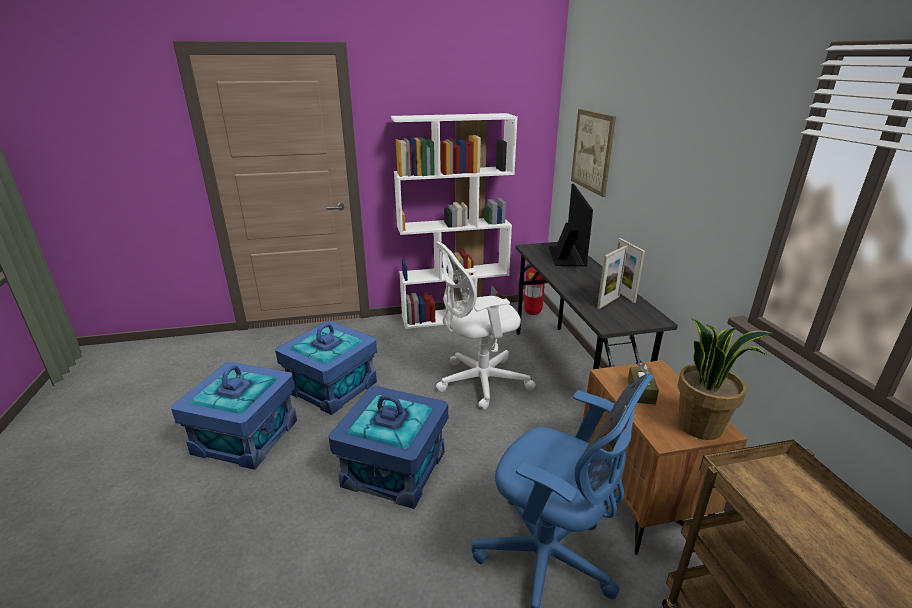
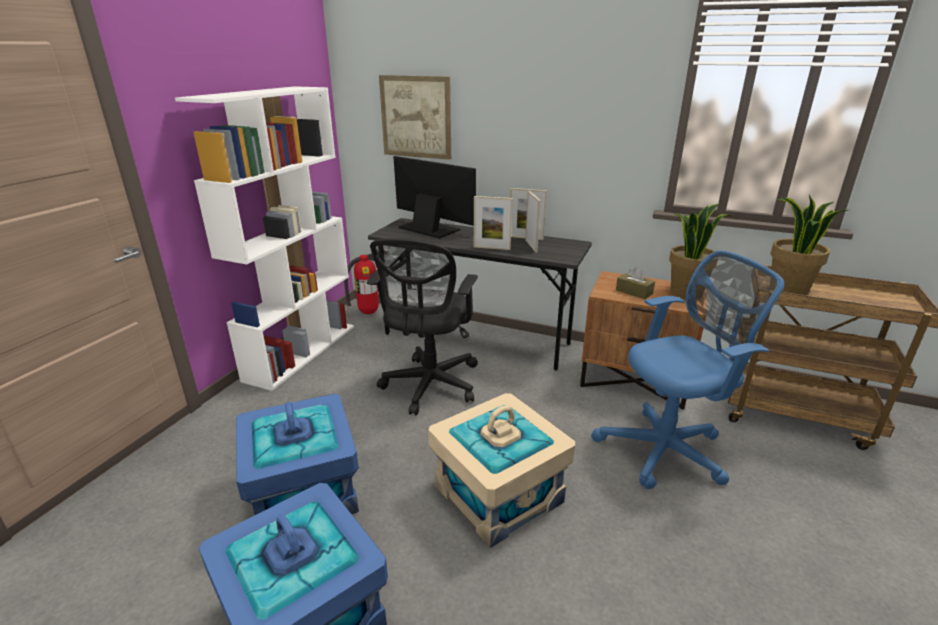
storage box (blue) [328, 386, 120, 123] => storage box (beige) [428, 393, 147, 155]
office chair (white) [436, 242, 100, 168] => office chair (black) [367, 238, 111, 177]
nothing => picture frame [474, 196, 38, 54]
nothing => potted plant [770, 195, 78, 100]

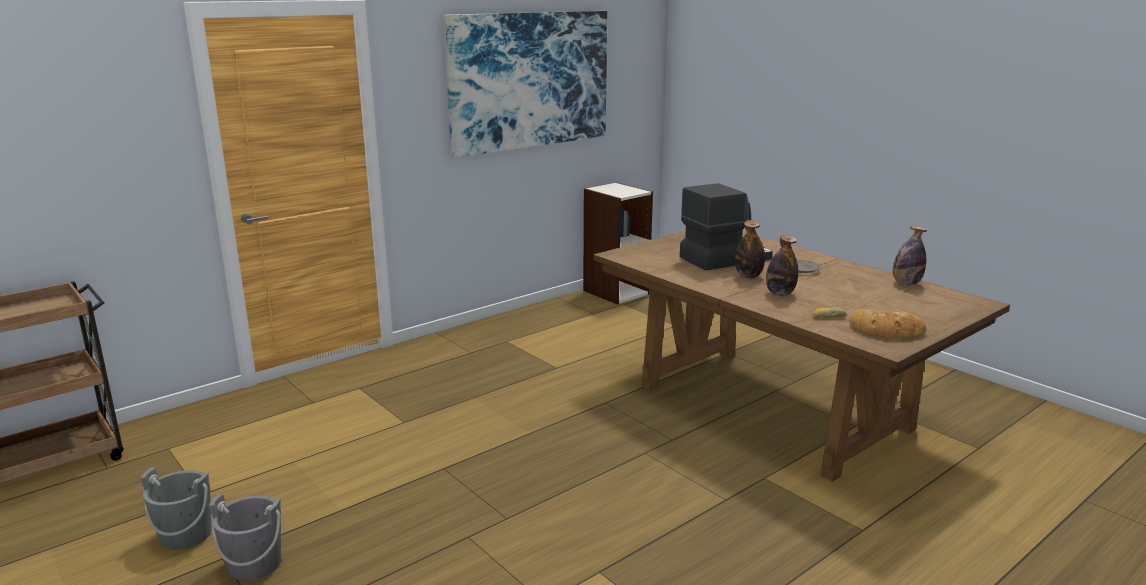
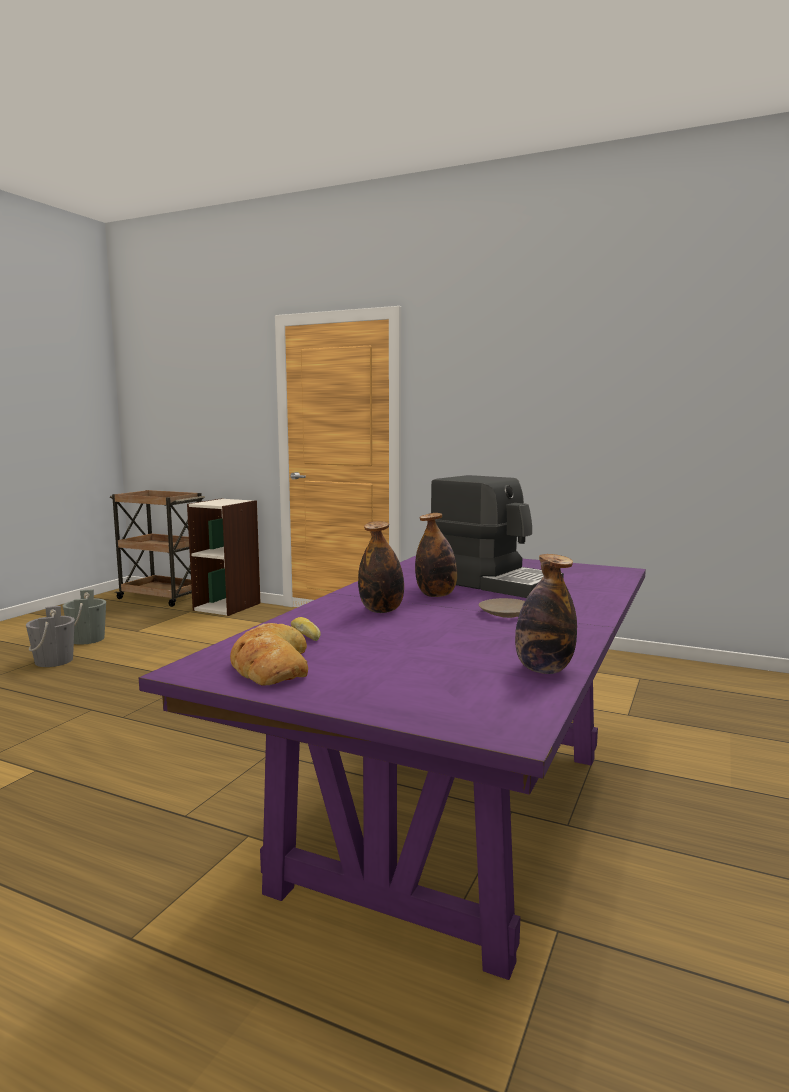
picture [444, 11, 163, 147] => nothing
bookcase [583, 182, 70, 122] => bookcase [187, 498, 74, 118], shifted
dining table (brown) [593, 231, 417, 251] => dining table (purple) [139, 556, 507, 424]

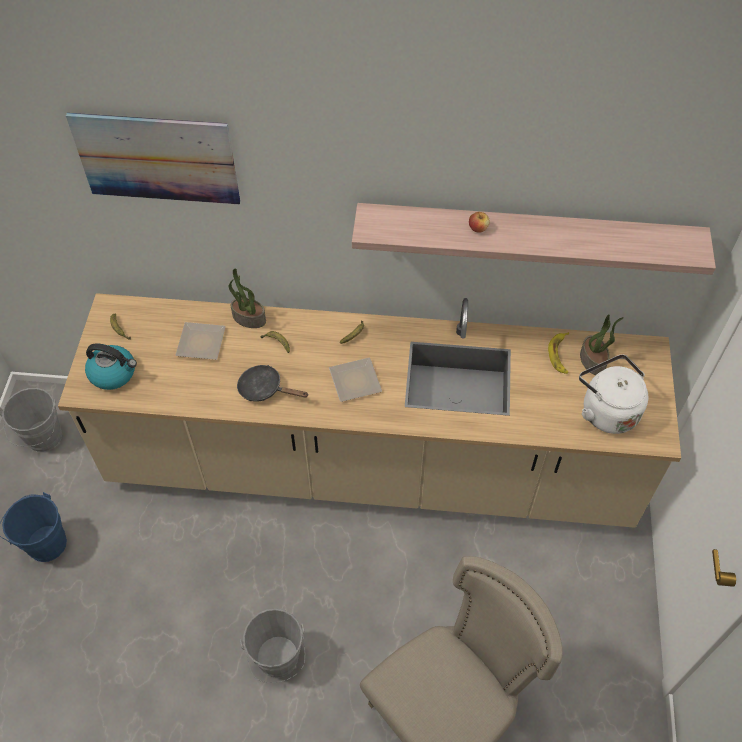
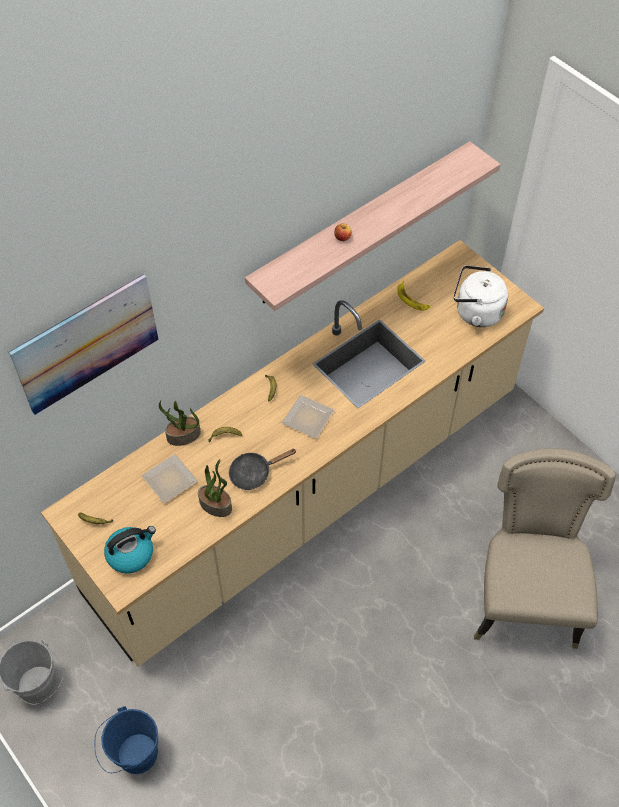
bucket (grey) [240, 609, 65, 74] => nothing
potted plant [580, 315, 44, 60] => potted plant [198, 459, 34, 58], shifted

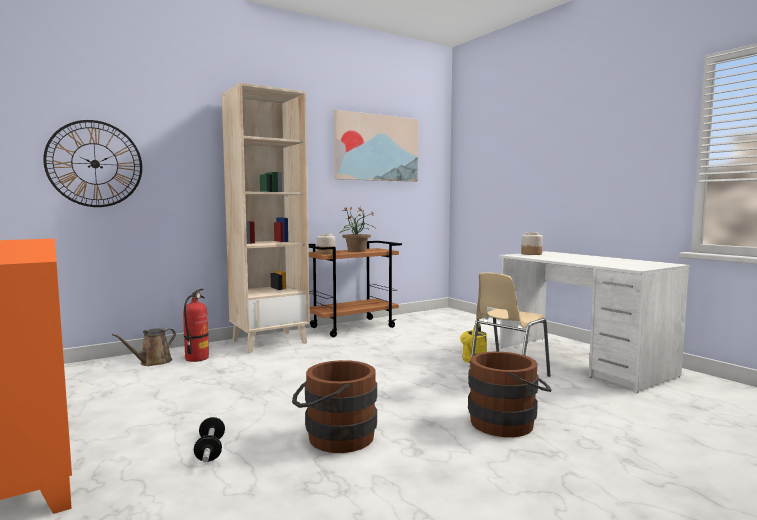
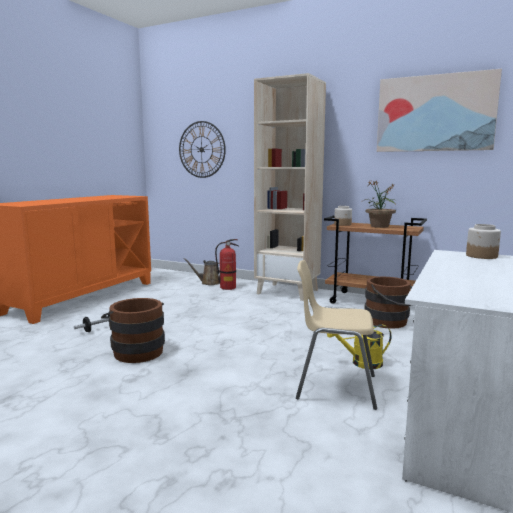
bucket (brown) [468, 352, 83, 85] => bucket (brown) [364, 276, 48, 53], shifted

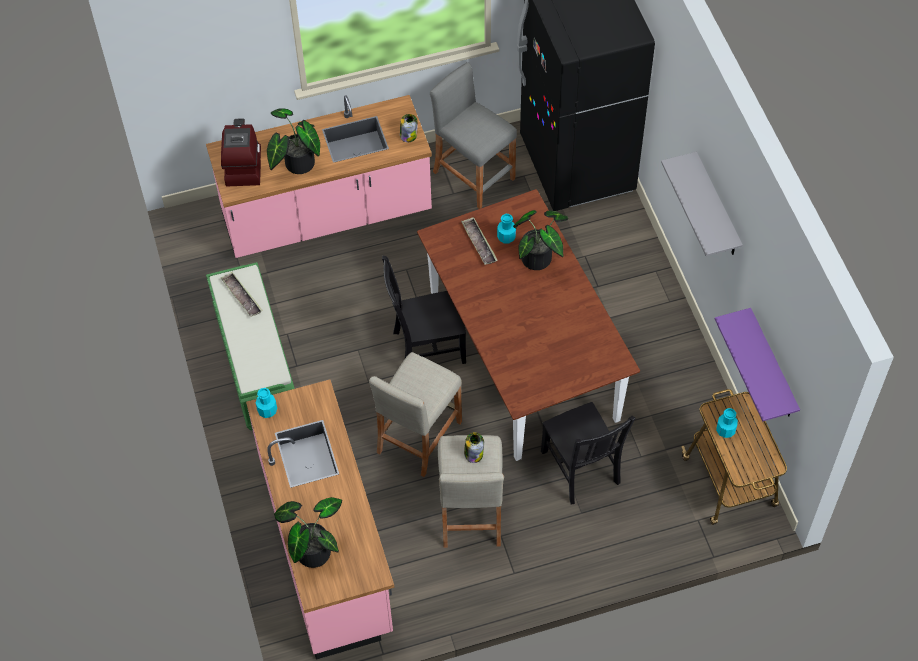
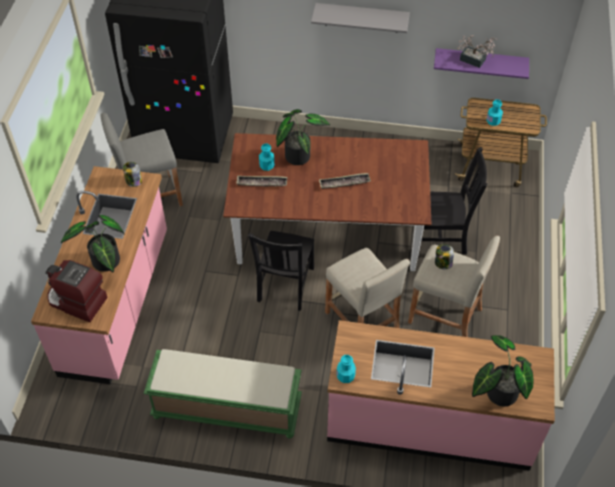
tray [221, 272, 42, 45] => tray [319, 173, 52, 16], shifted
nothing => potted plant [457, 35, 41, 33]

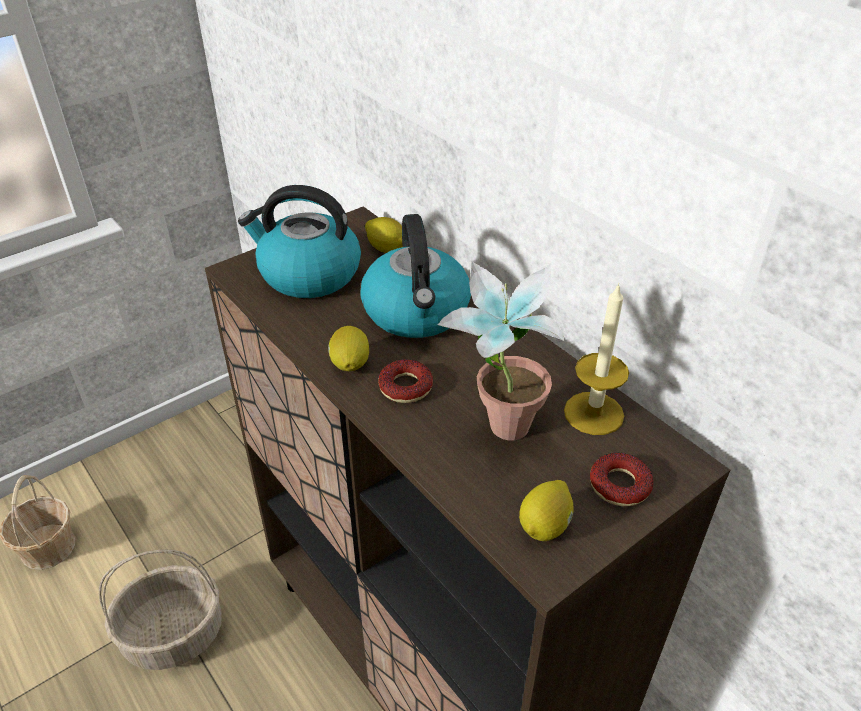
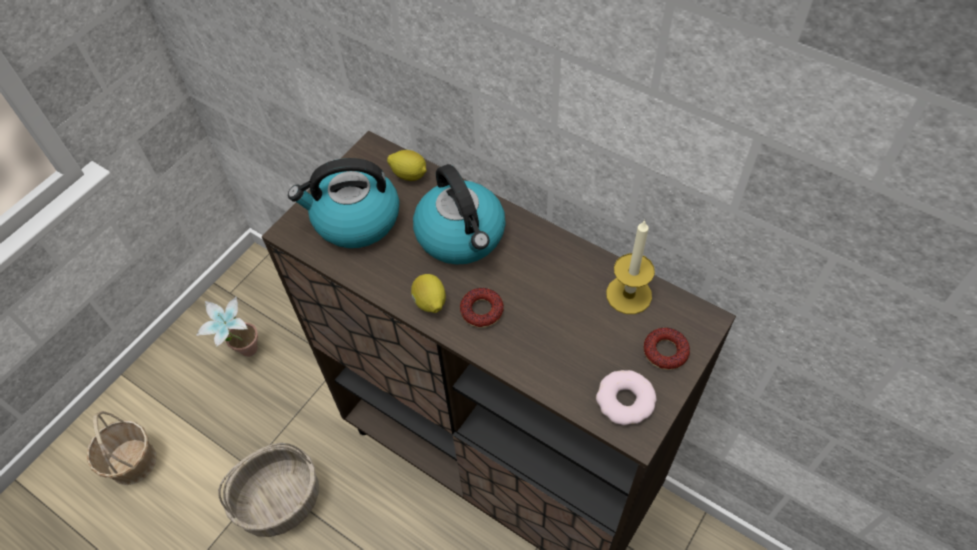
potted plant [438, 261, 126, 179] => potted plant [196, 297, 62, 60], shifted
lemon [519, 480, 55, 61] => donut [596, 370, 60, 55]

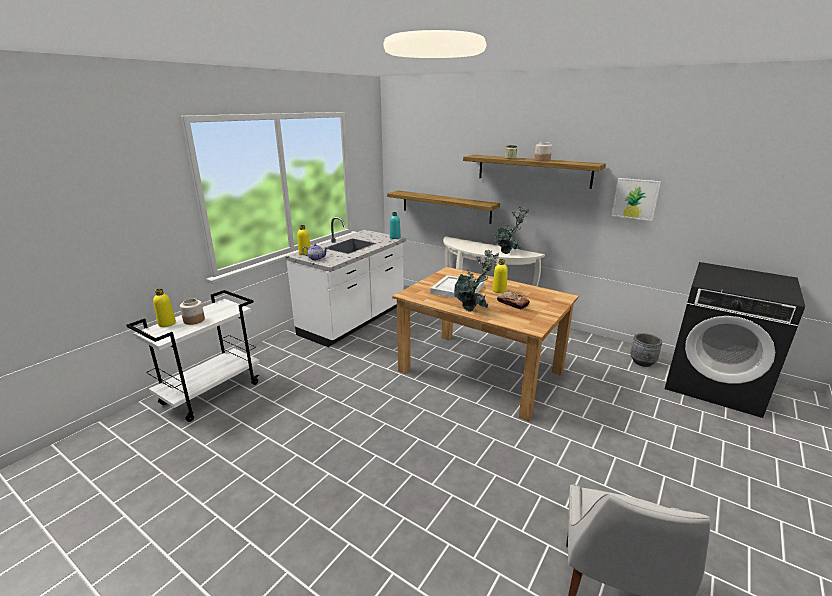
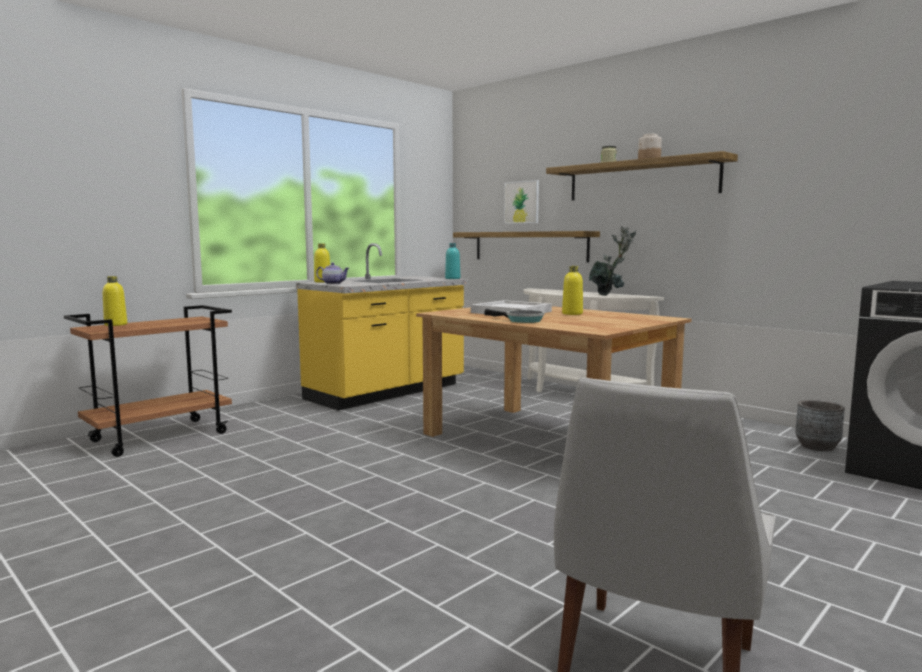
cart (white) [126, 290, 134, 132] => cart (brown) [64, 305, 168, 152]
jar [180, 298, 25, 27] => nothing
counter (white) [285, 217, 121, 130] => counter (yellow) [296, 243, 172, 167]
potted plant [454, 249, 45, 63] => frying pan [485, 309, 60, 14]
bread [497, 291, 33, 18] => nothing
picture [612, 178, 49, 43] => picture [504, 180, 35, 44], shifted

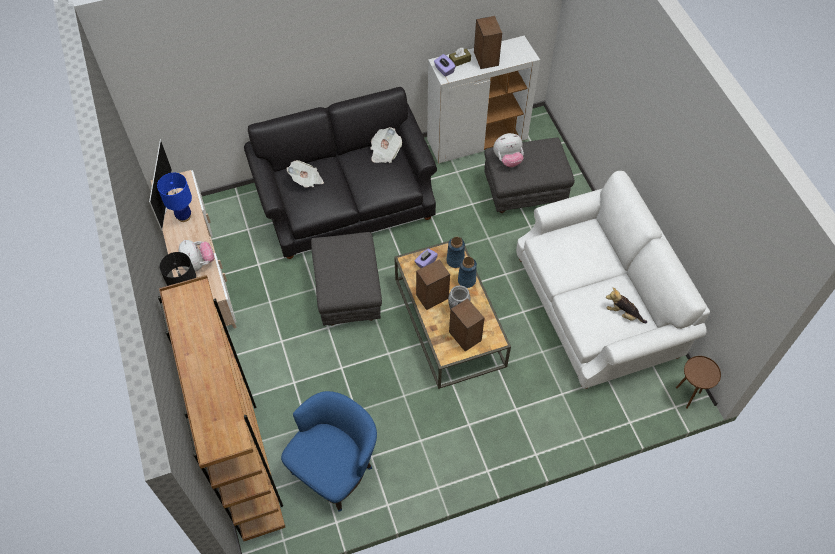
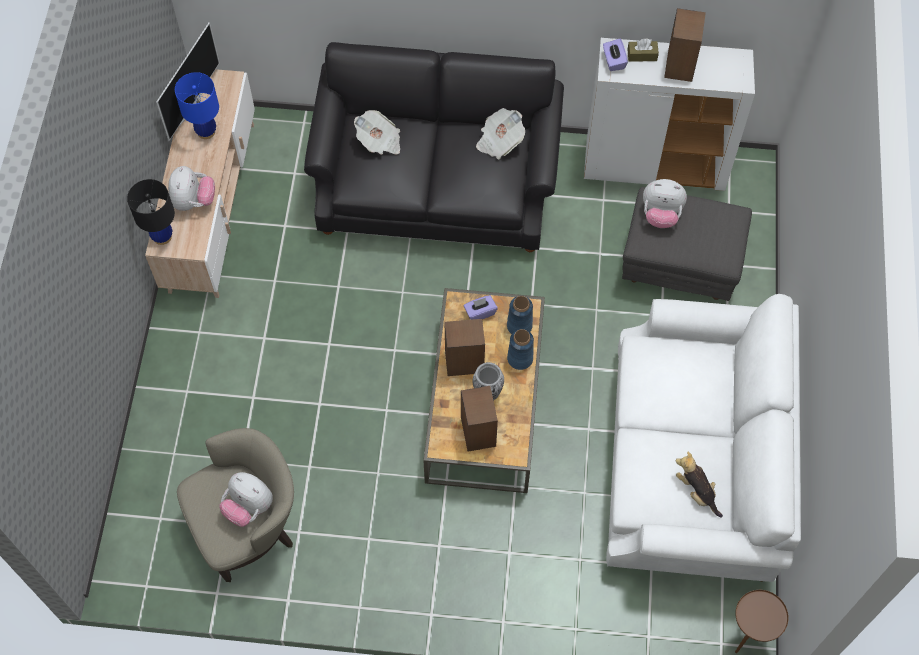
bookcase (brown) [158, 275, 127, 266] => nothing
armchair (blue) [281, 391, 96, 121] => armchair (beige) [177, 428, 117, 154]
ottoman (grey) [311, 232, 71, 94] => nothing
nothing => plush toy [219, 472, 54, 55]

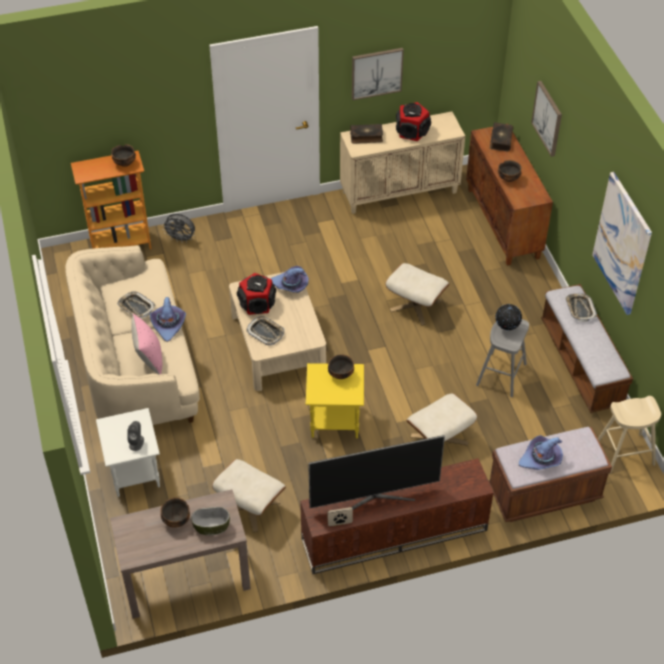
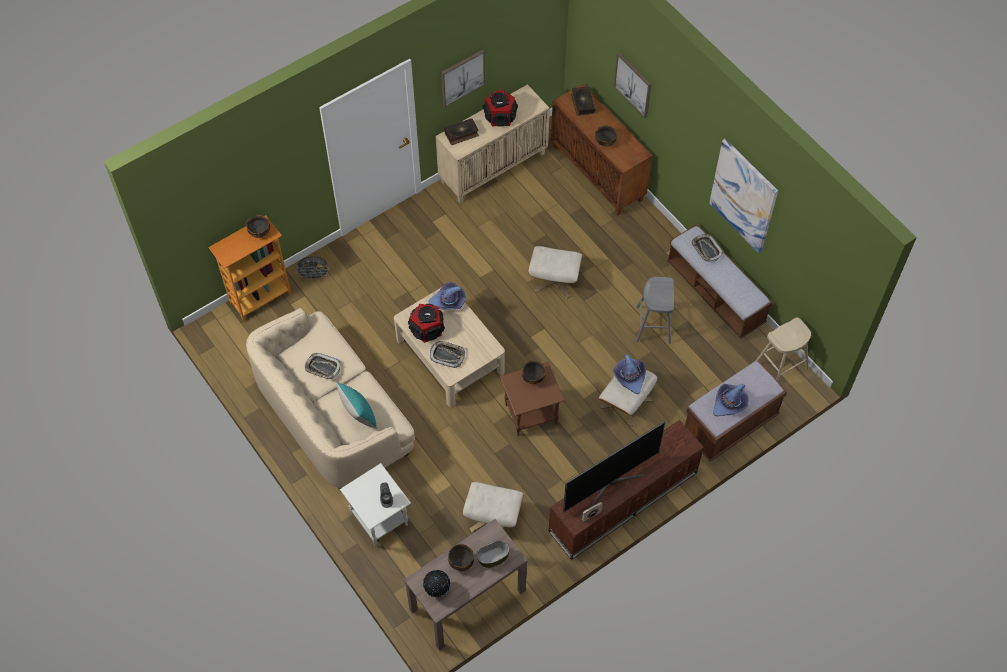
pillow (pink) [131, 313, 31, 62] => pillow (turquoise) [337, 382, 40, 46]
hat (purple) [150, 297, 36, 45] => hat (purple) [613, 354, 33, 40], shifted
side table (yellow) [306, 363, 58, 75] => side table (brown) [500, 362, 65, 74]
globe [495, 304, 27, 26] => globe [423, 570, 27, 27], shifted

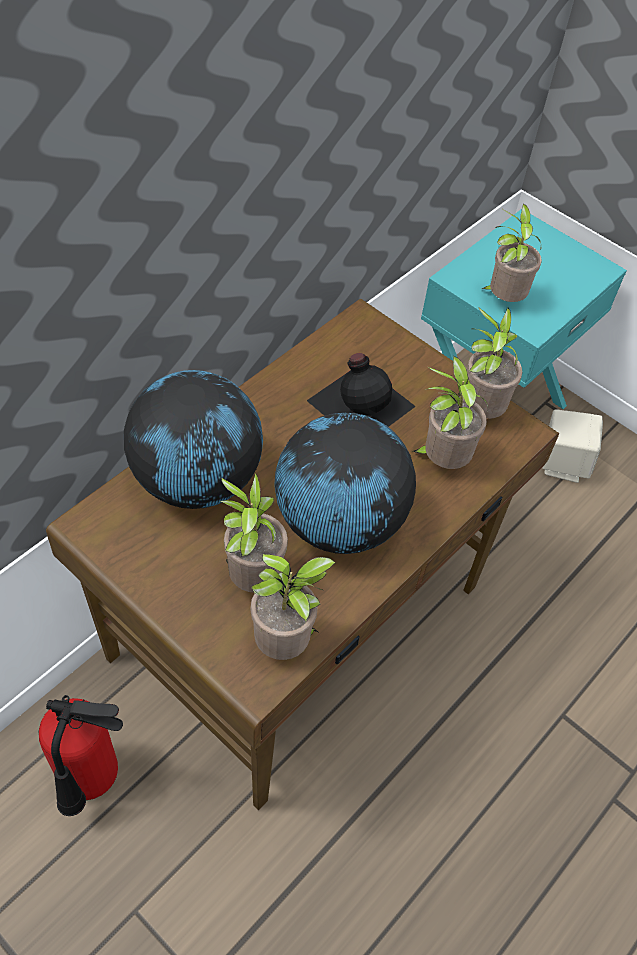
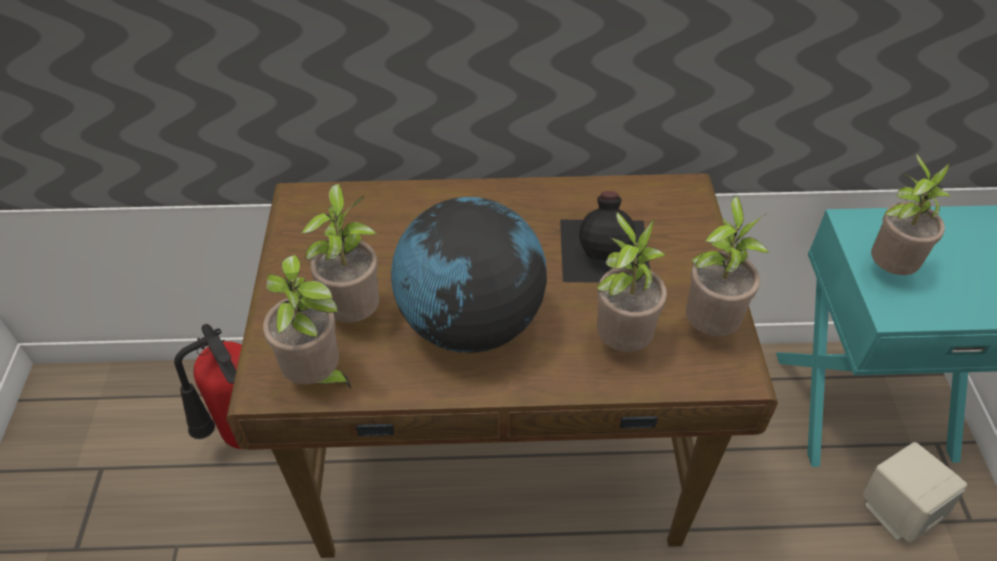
globe [124, 370, 139, 139] => nothing

